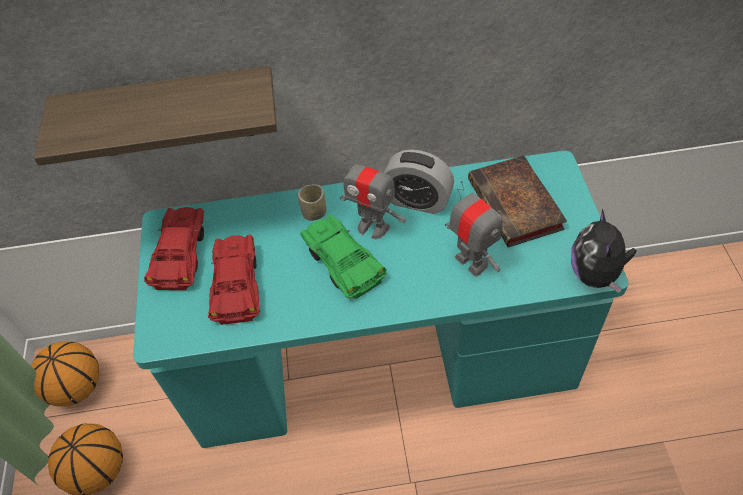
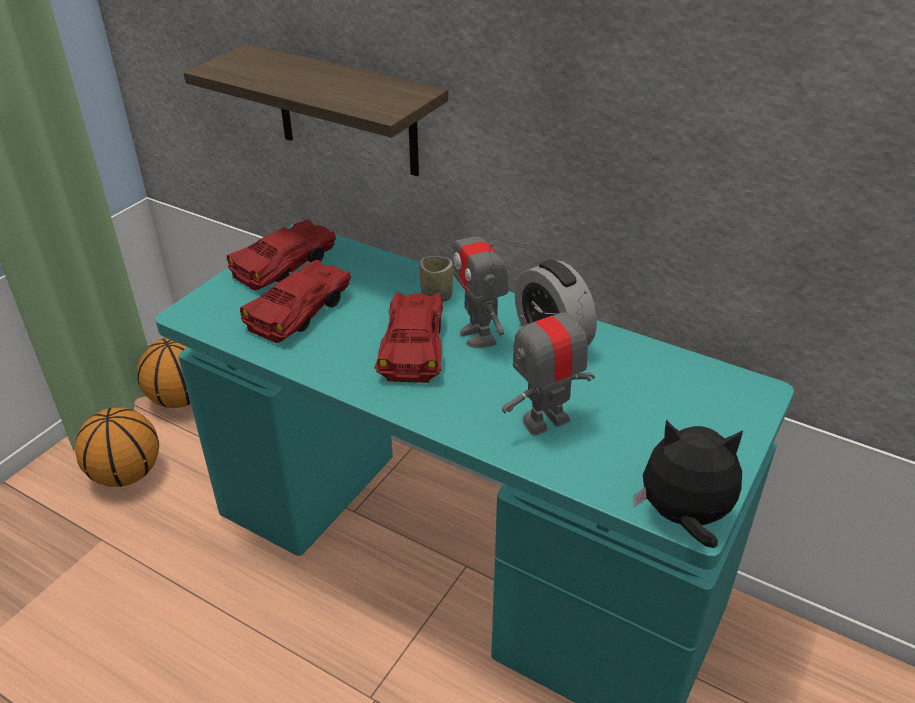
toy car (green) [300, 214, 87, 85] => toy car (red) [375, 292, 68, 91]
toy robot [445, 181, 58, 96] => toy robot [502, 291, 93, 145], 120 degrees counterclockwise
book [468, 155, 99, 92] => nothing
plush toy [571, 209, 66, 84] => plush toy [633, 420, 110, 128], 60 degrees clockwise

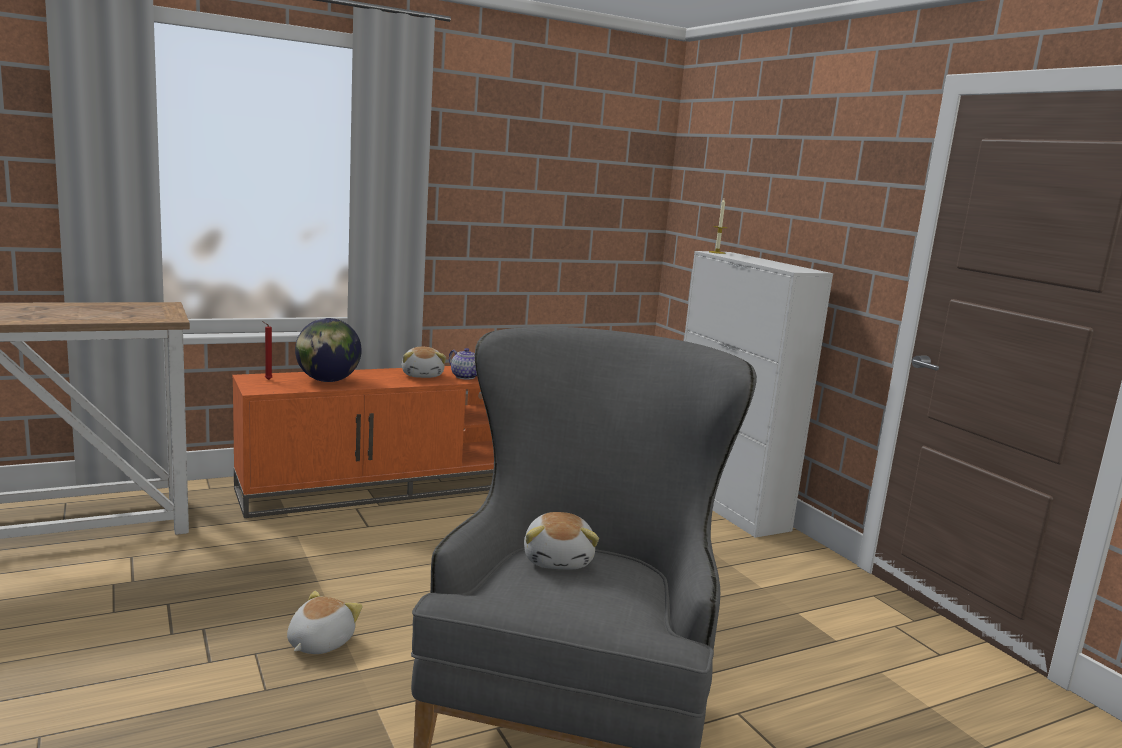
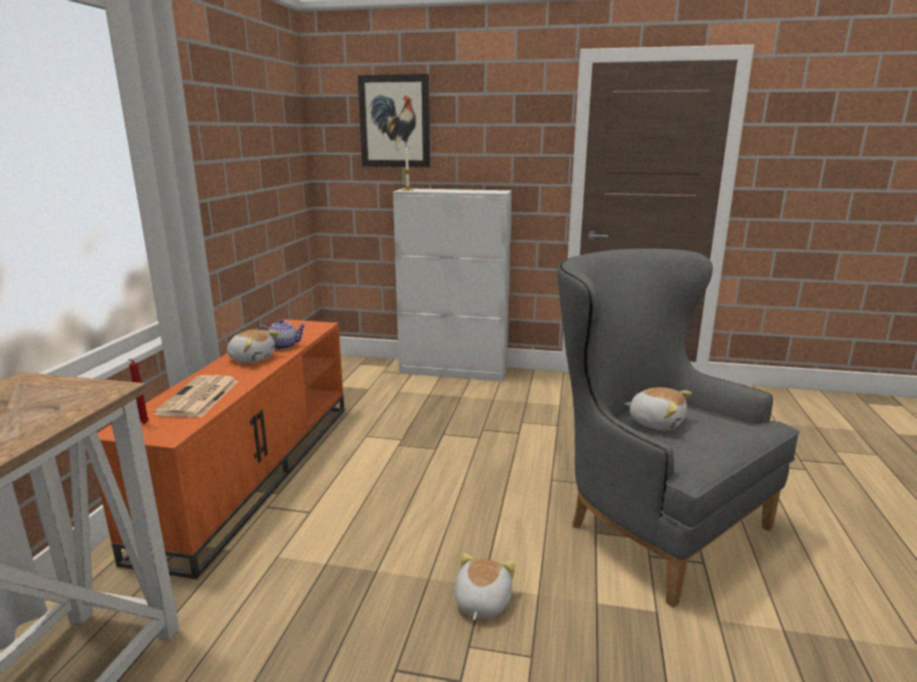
plush toy [287, 591, 76, 63] => plush toy [455, 553, 61, 67], 45 degrees clockwise
globe [295, 318, 67, 64] => newspaper [154, 375, 85, 42]
nothing => picture [358, 74, 72, 93]

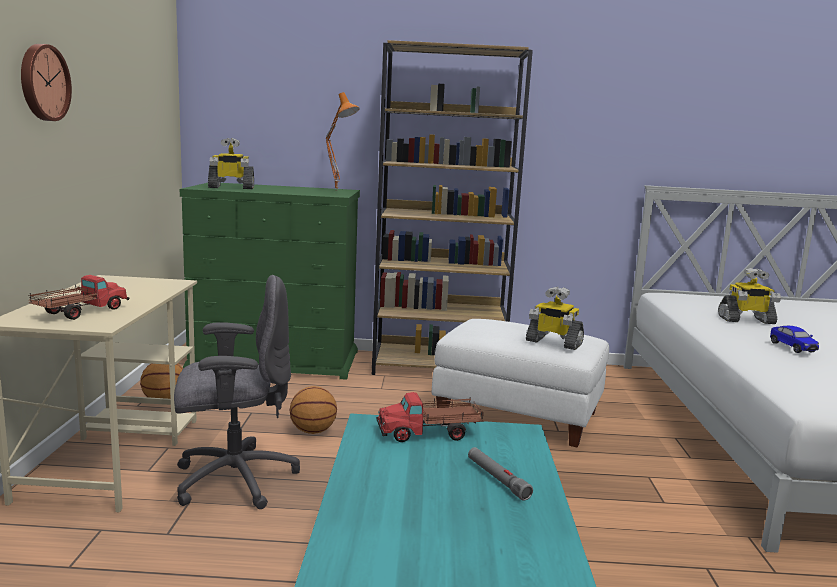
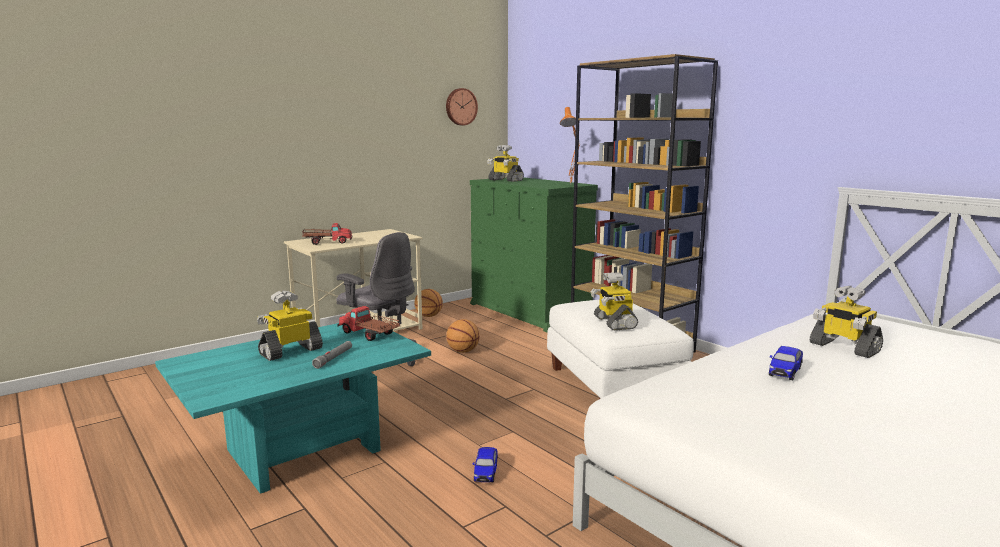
wall clock [21, 44, 51, 77] => wall clock [446, 88, 32, 37], shifted
nothing => toy robot [257, 291, 66, 70]
nothing => toy car [472, 447, 26, 35]

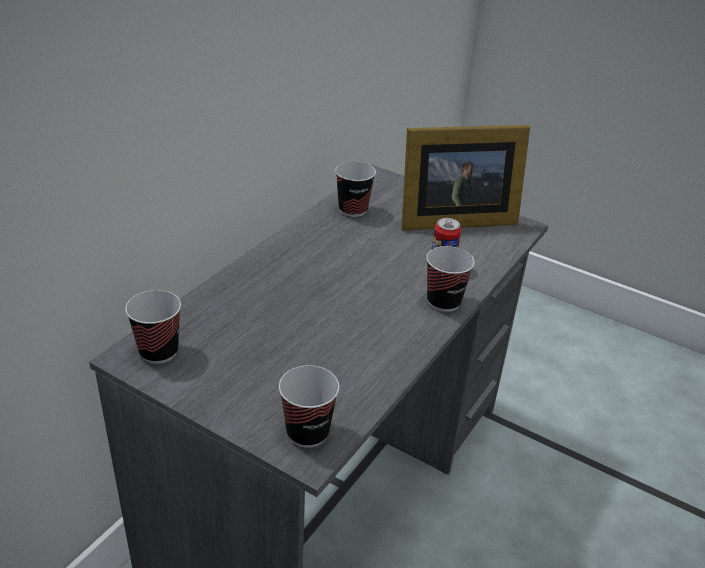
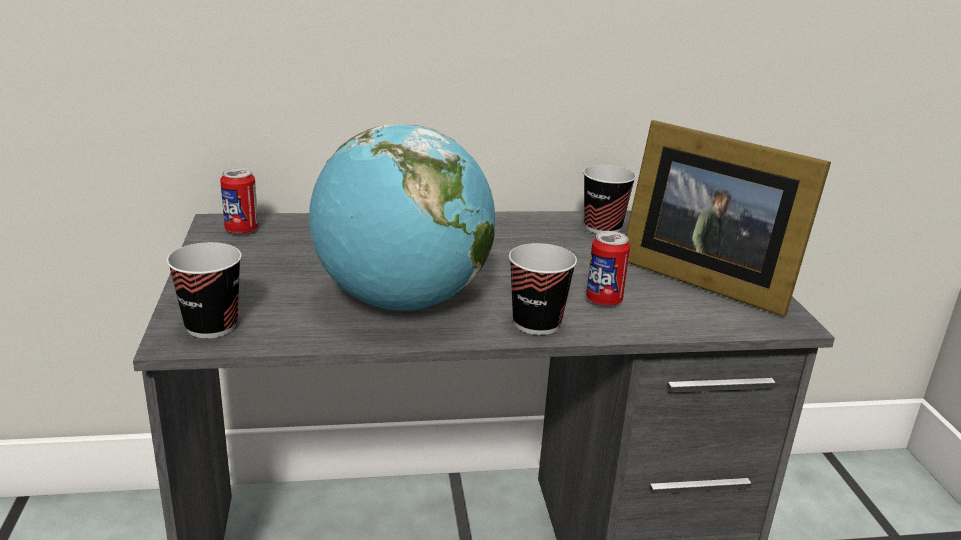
cup [125, 290, 56, 74] => can [220, 168, 38, 67]
nothing => globe [309, 124, 186, 186]

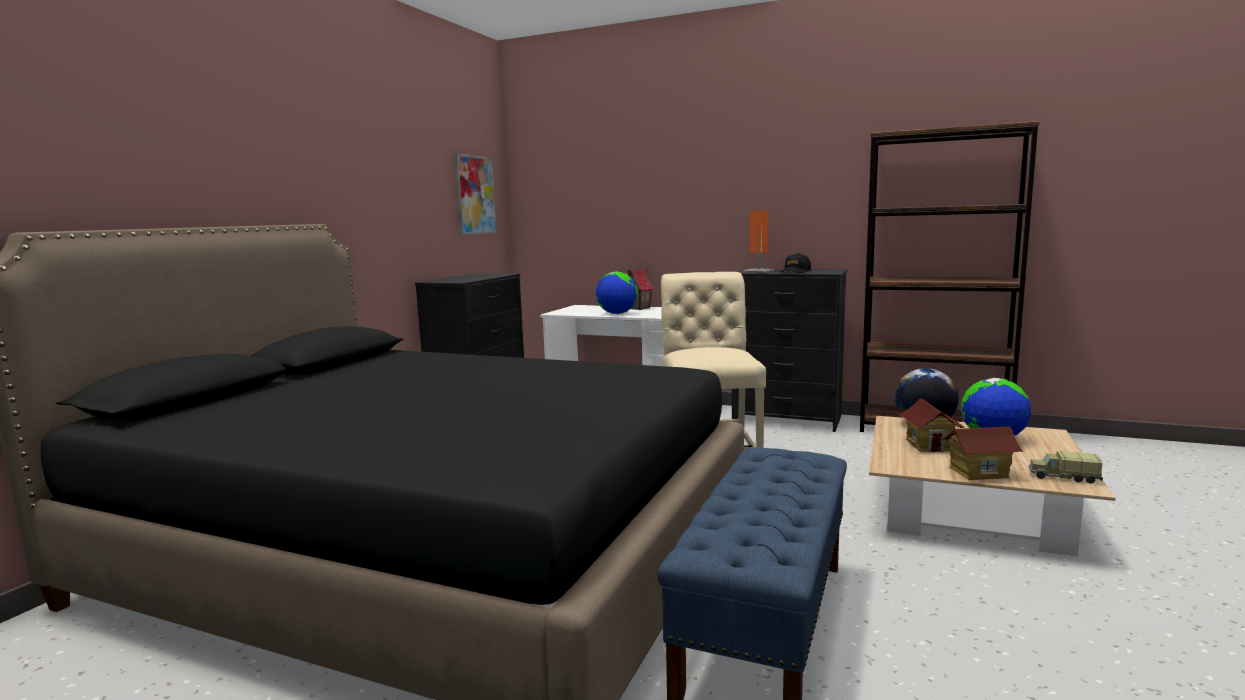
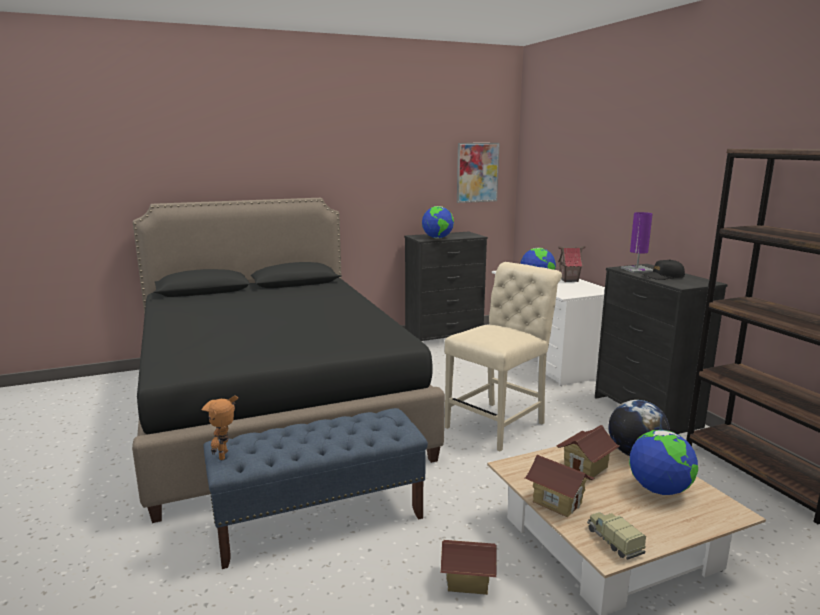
table lamp (orange) [743, 210, 31, 63] => table lamp (purple) [621, 212, 32, 61]
nothing => toy robot [202, 395, 36, 66]
nothing => globe [422, 206, 32, 33]
nothing => toy house [440, 540, 57, 55]

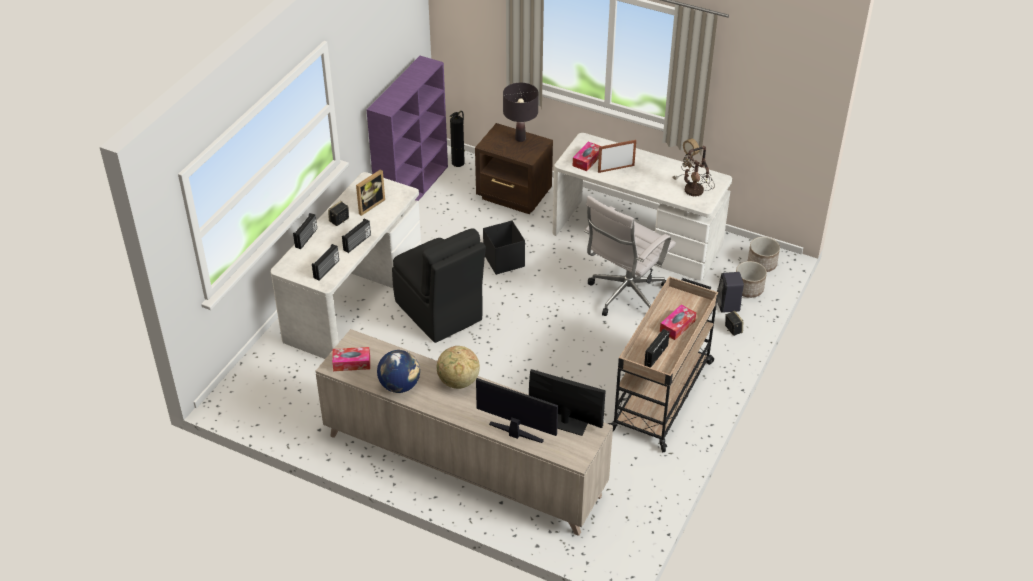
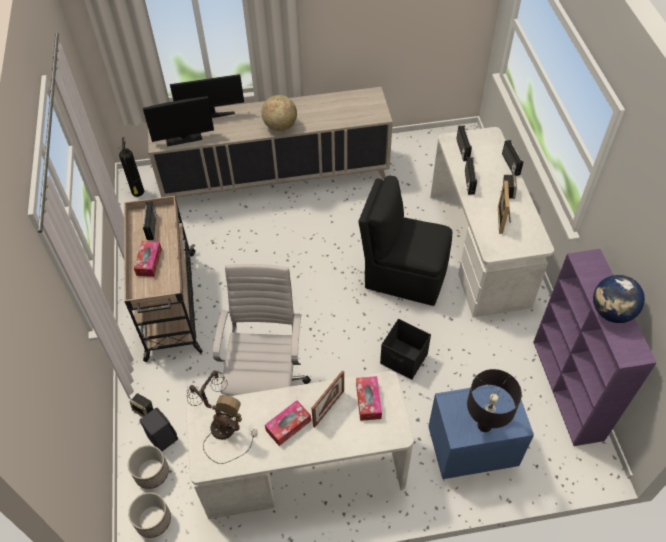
tissue box [332, 347, 38, 24] => tissue box [265, 400, 46, 46], shifted
globe [377, 350, 43, 43] => globe [593, 275, 52, 48], shifted
fire extinguisher [450, 111, 15, 56] => fire extinguisher [118, 137, 26, 60], shifted
nightstand (brown) [475, 123, 78, 91] => nightstand (blue) [428, 385, 106, 94]

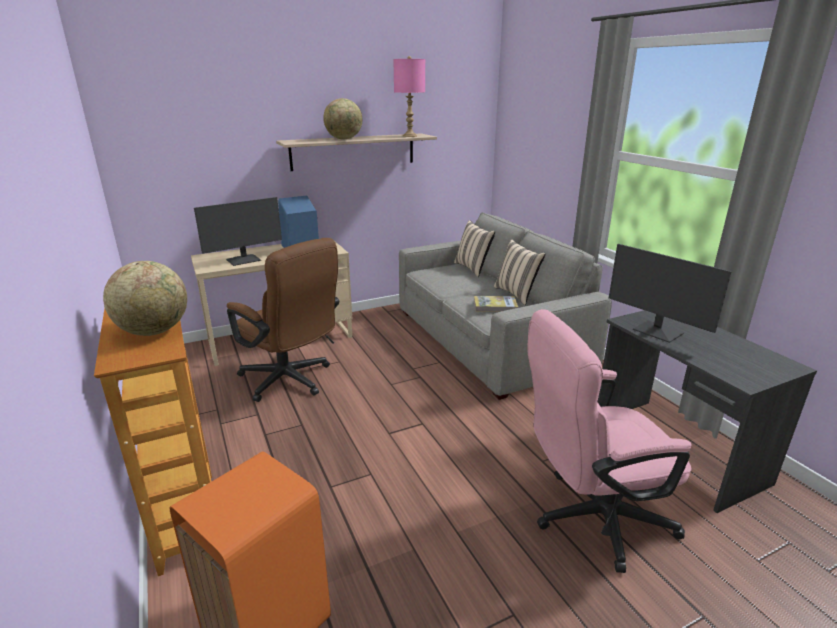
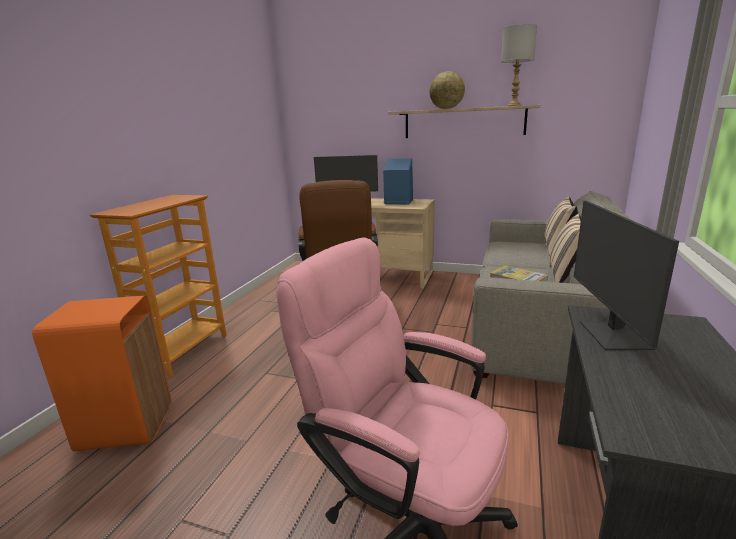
globe [103, 261, 84, 75] => nothing
table lamp (pink) [393, 56, 32, 81] => table lamp (grey) [501, 24, 36, 82]

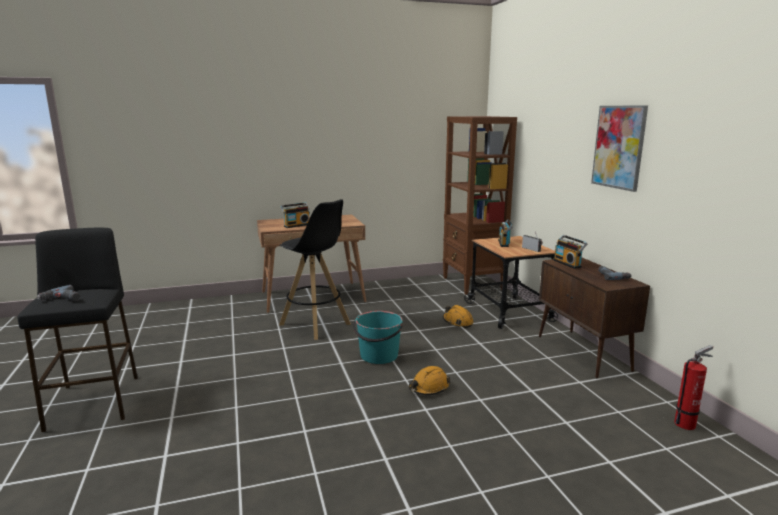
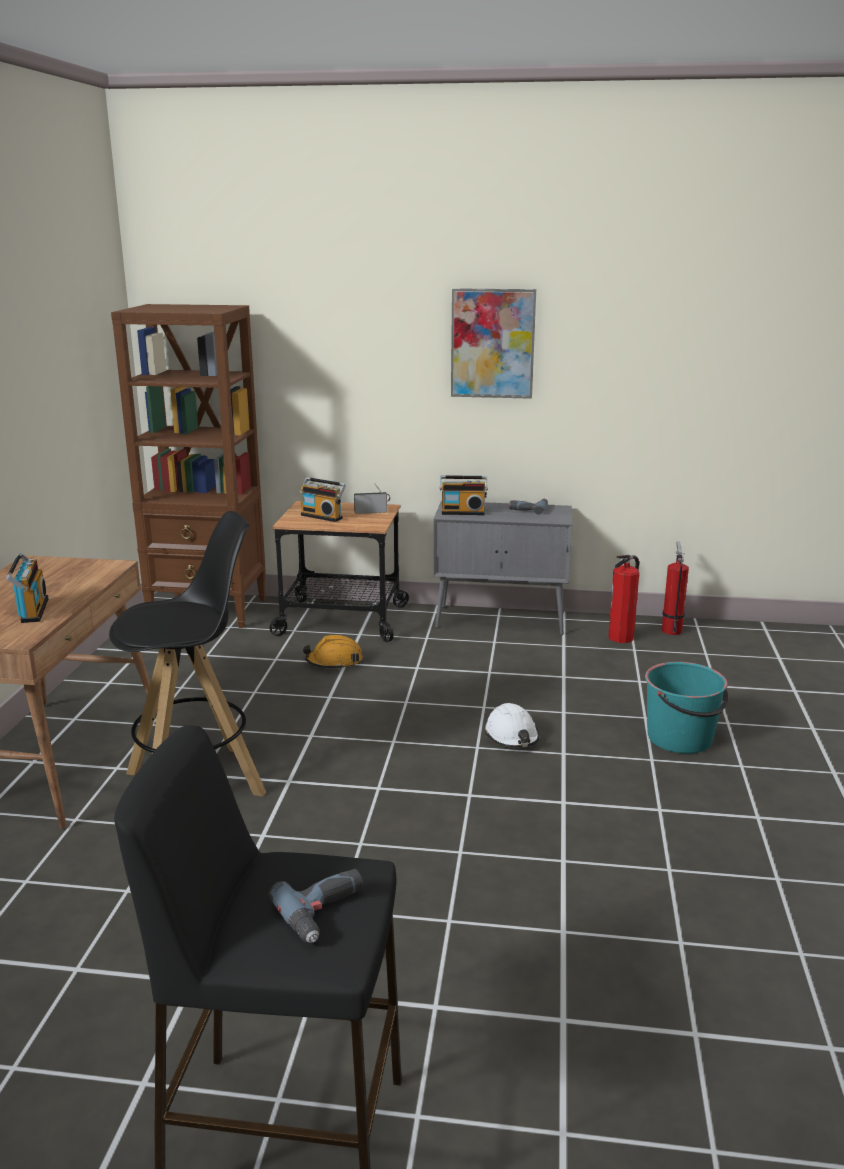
bucket (turquoise) [353, 311, 50, 53] => bucket (turquoise) [645, 662, 83, 92], shifted
hard hat (orange) [409, 366, 42, 29] => hard hat (white) [485, 703, 54, 45]
cabinet (brown) [539, 258, 111, 121] => cabinet (grey) [433, 501, 139, 134]
nothing => fire extinguisher [609, 555, 30, 88]

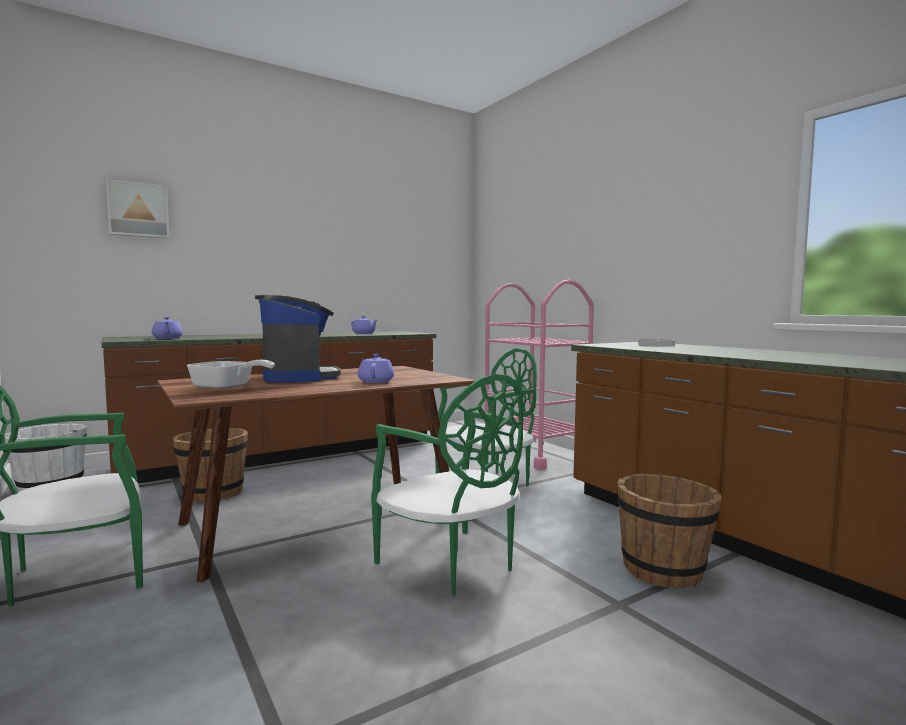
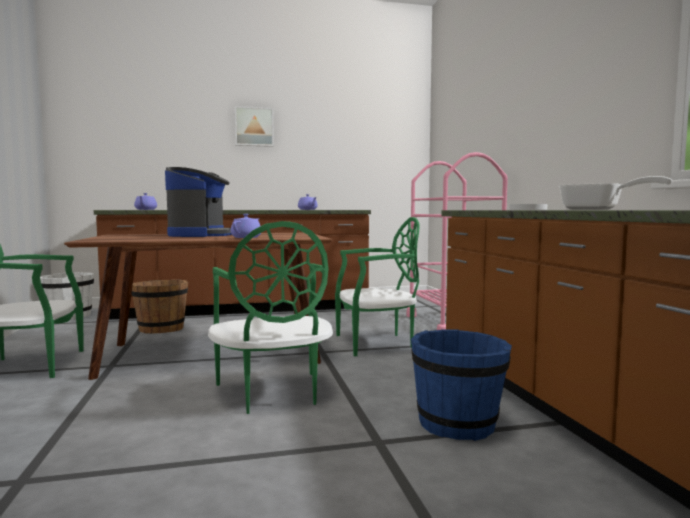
picture [106, 179, 64, 60] => picture [235, 106, 39, 41], shifted
frying pan [186, 360, 89, 29] => frying pan [558, 176, 114, 34], shifted
bucket (brown) [617, 473, 105, 115] => bucket (blue) [411, 329, 101, 112]

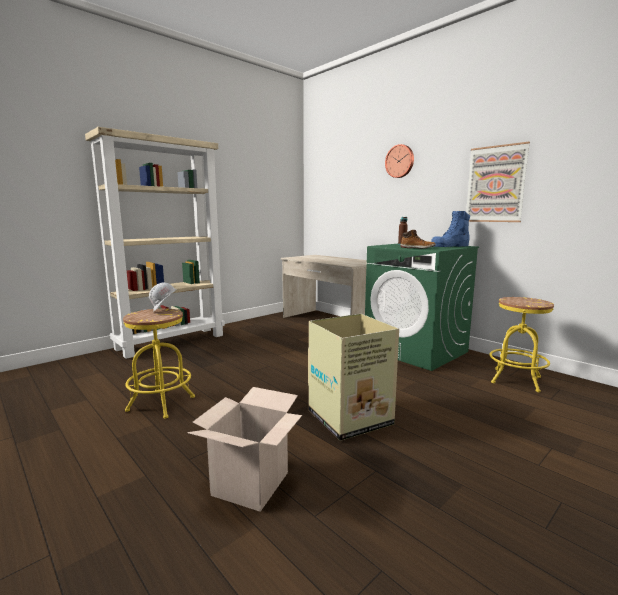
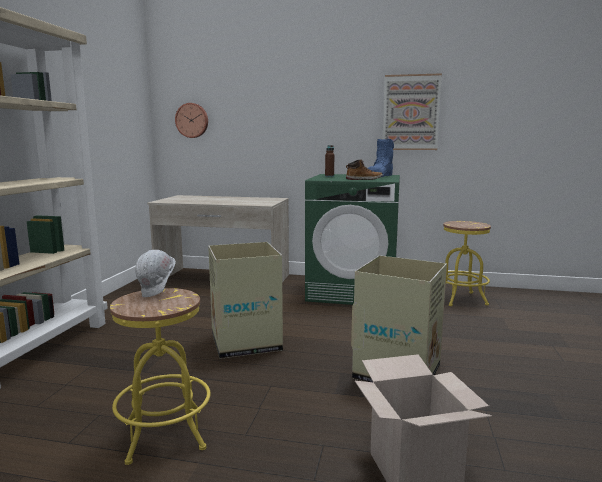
wall clock [385, 144, 29, 34] => wall clock [175, 103, 33, 35], shifted
nothing => cardboard box [208, 242, 75, 117]

